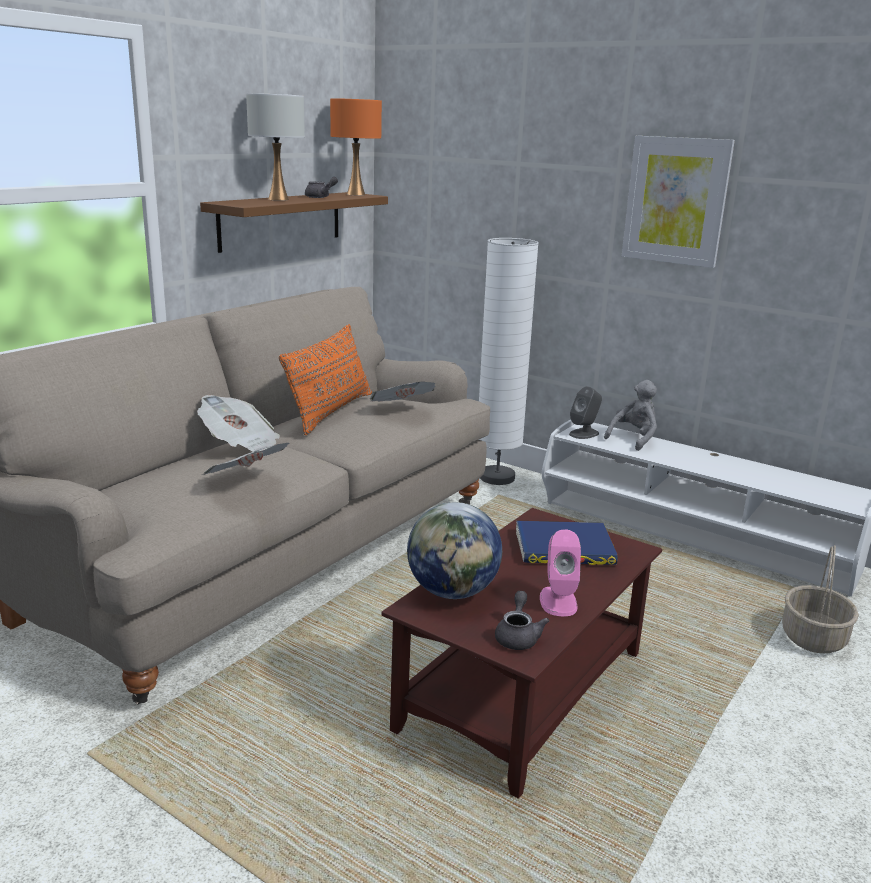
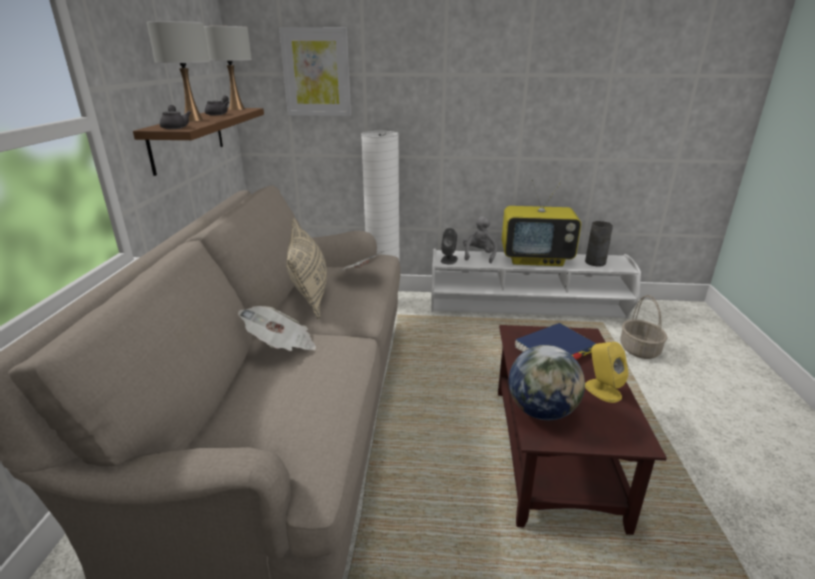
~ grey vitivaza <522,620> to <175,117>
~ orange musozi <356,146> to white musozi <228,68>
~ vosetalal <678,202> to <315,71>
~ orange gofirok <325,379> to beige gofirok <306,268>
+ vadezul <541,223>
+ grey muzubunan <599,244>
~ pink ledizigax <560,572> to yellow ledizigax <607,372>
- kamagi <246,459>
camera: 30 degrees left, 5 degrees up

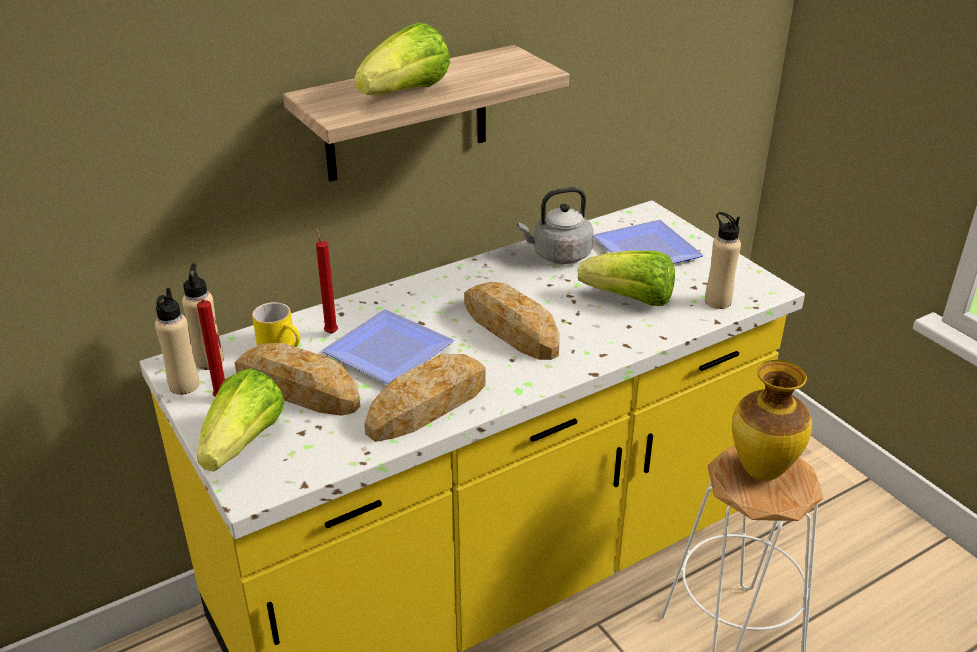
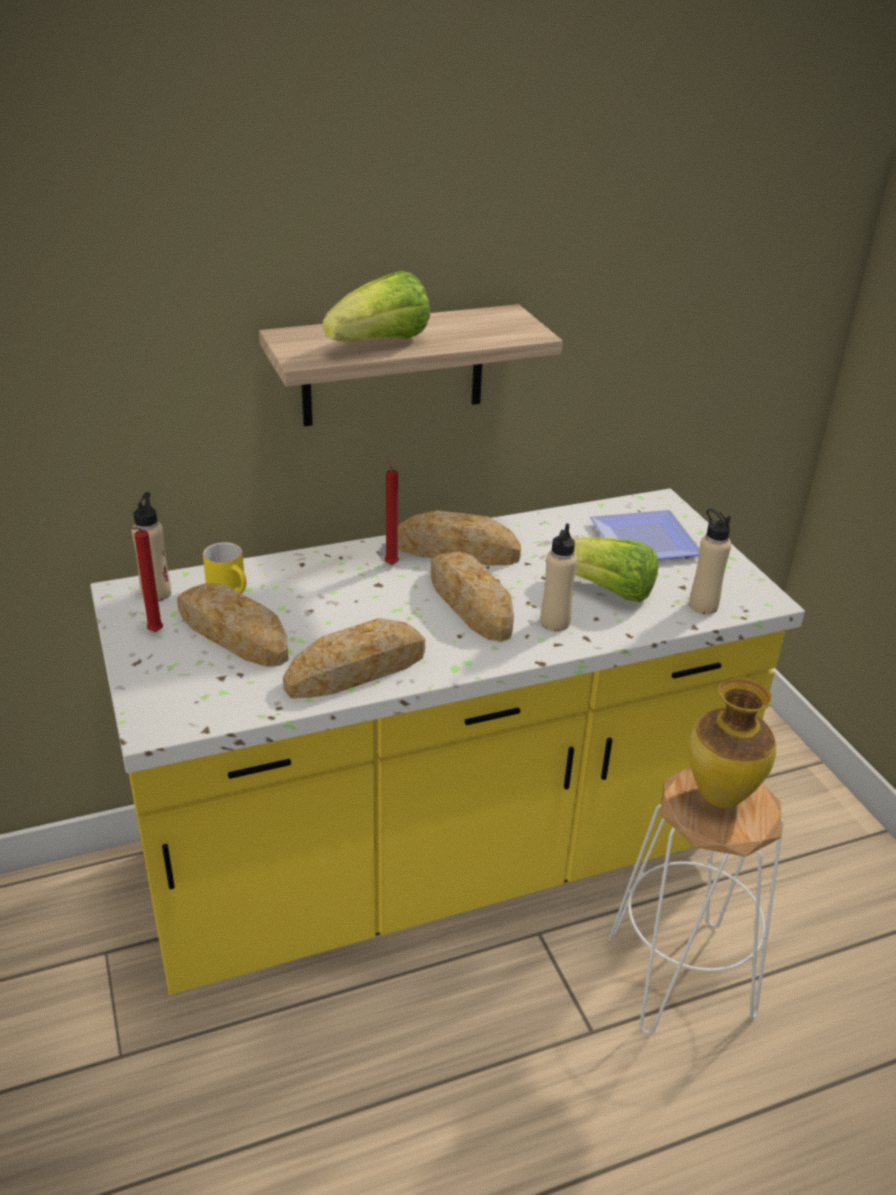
~ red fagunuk <326,281> to <392,510>
+ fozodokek <459,538>
~ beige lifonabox <177,341> to <558,577>
- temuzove <241,420>
- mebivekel <388,346>
- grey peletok <555,225>
camera: 10 degrees right, 0 degrees up

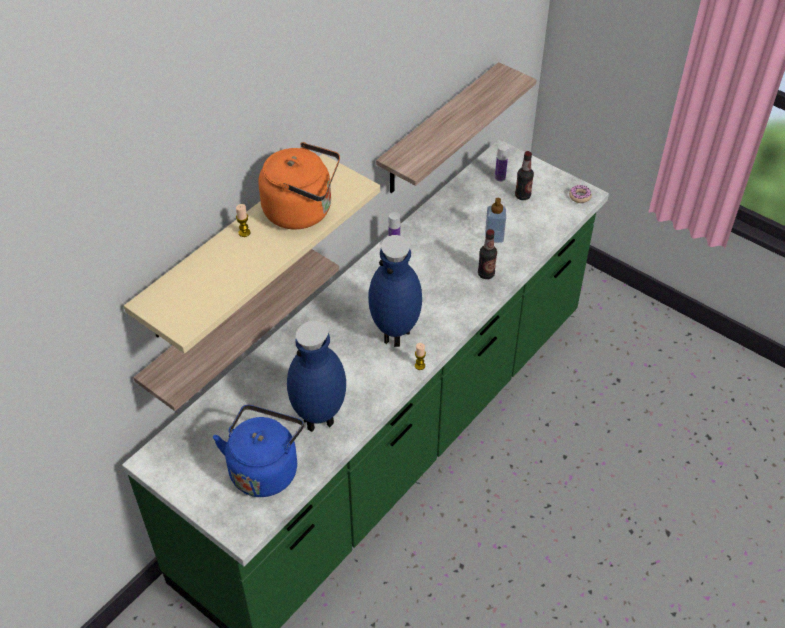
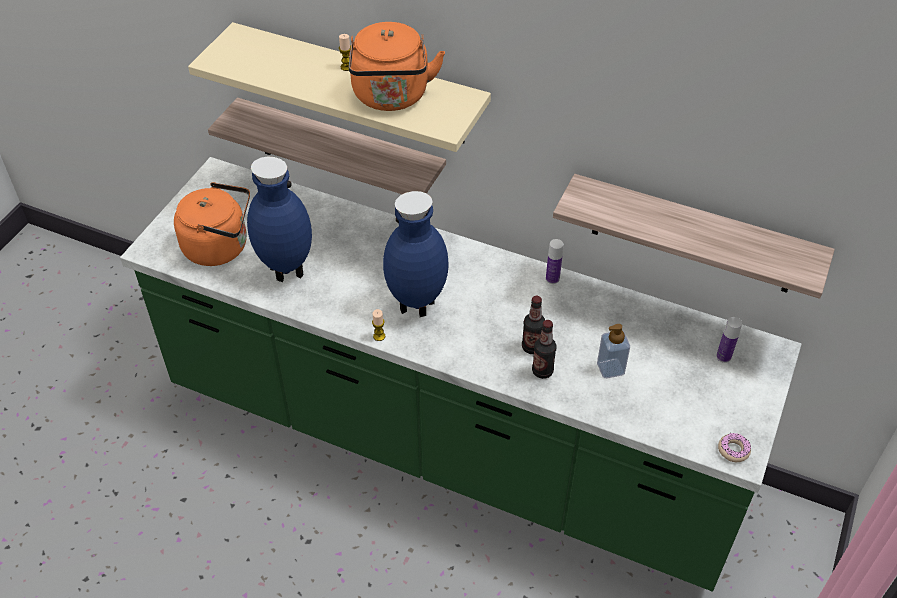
~ blue peletok <258,451> to orange peletok <212,224>
~ lifonabox <524,175> to <533,325>
camera: 75 degrees right, 0 degrees up

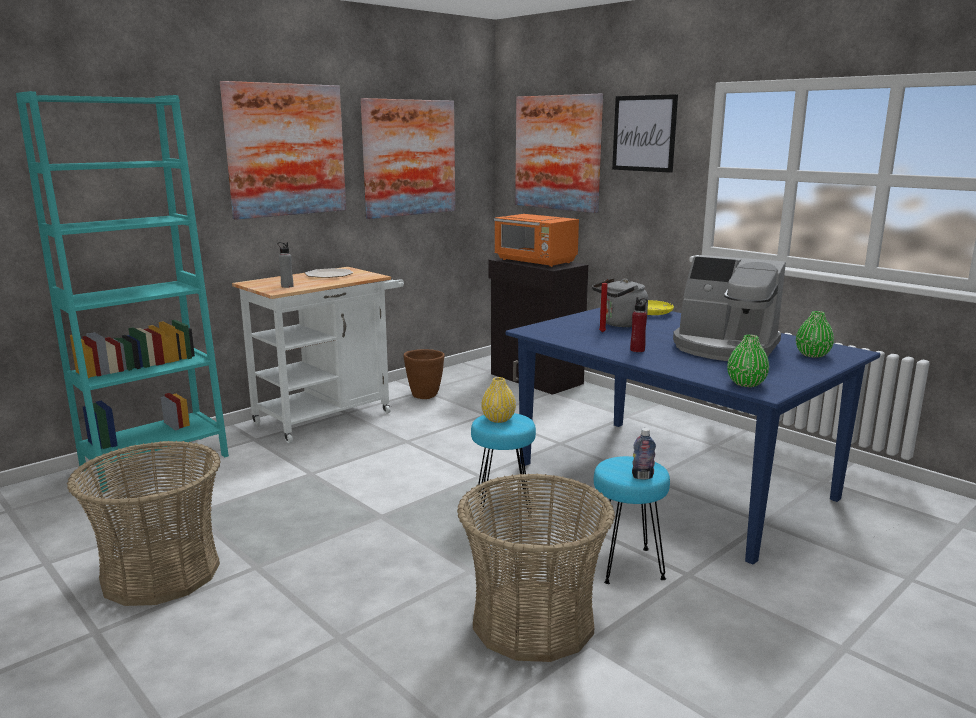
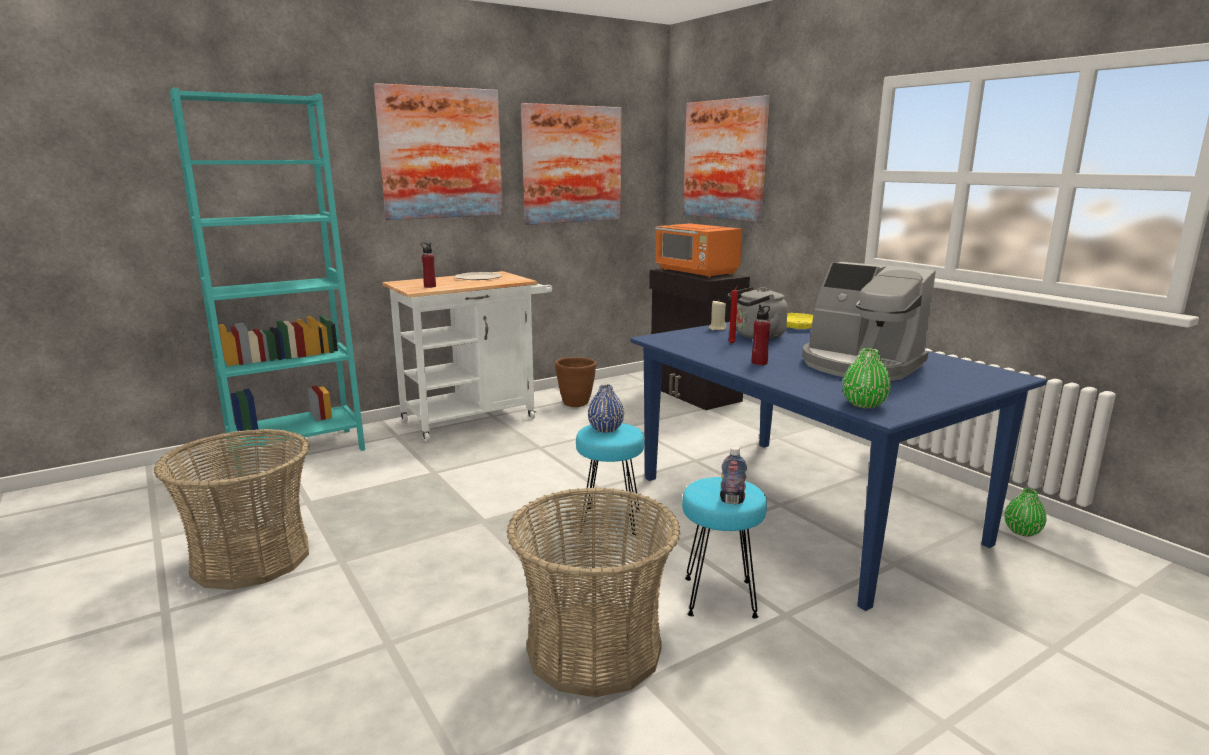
~ grey lifonabox <285,265> to red lifonabox <428,265>
~ yellow muzubunan <498,400> to blue muzubunan <606,408>
+ beige fagunuk <717,315>
~ green muzubunan <815,334> to <1025,512>
- vosetalal <645,133>
camera: 10 degrees right, 0 degrees up

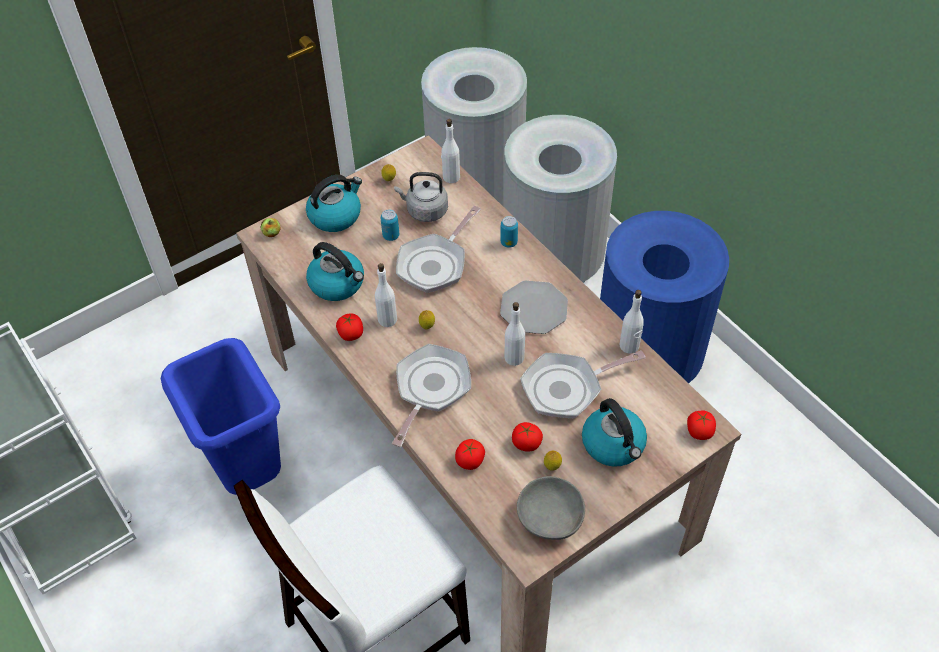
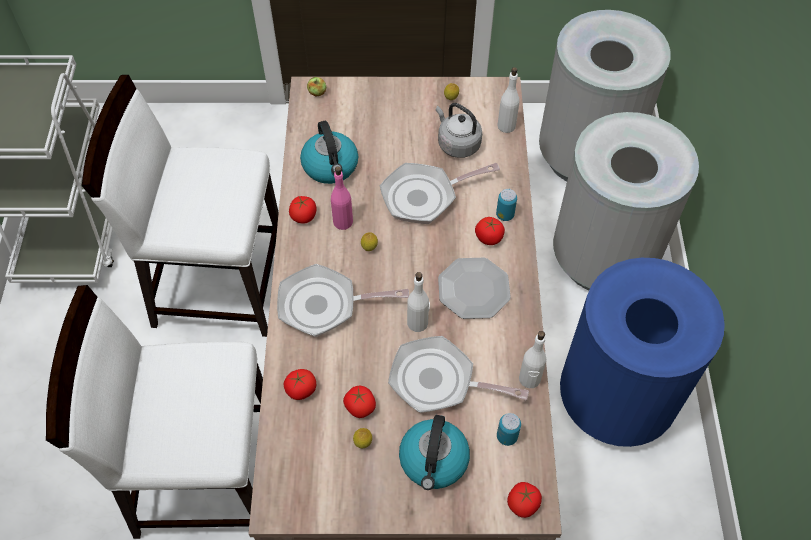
~ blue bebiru <221,416> to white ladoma <180,206>
~ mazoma <431,395> = <343,300> 150 degrees counterclockwise
~ white lifonabox <386,295> to pink lifonabox <342,198>
+ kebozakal <490,231>
~ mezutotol <390,225> to <509,429>
- peletok <334,203>
- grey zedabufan <551,508>
camera: 35 degrees right, 5 degrees up

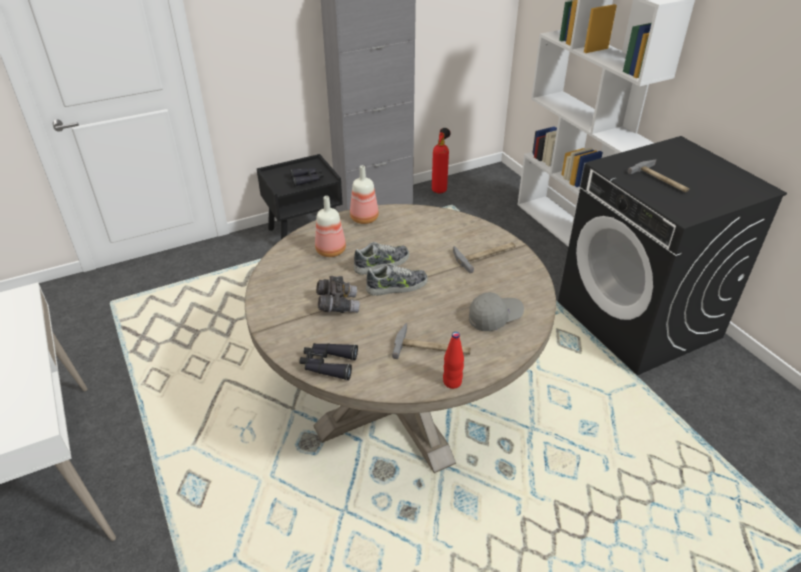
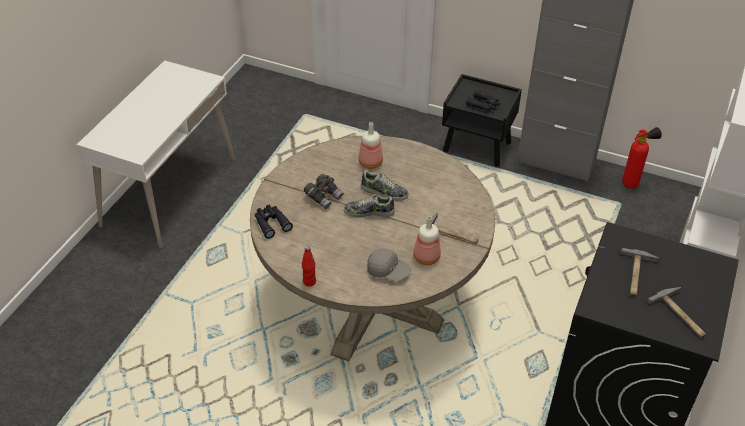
~ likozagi <397,279> = <369,205> 150 degrees clockwise
~ lifonabox <364,194> to <427,240>
~ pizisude <431,341> to <676,312>
camera: 50 degrees right, 5 degrees up

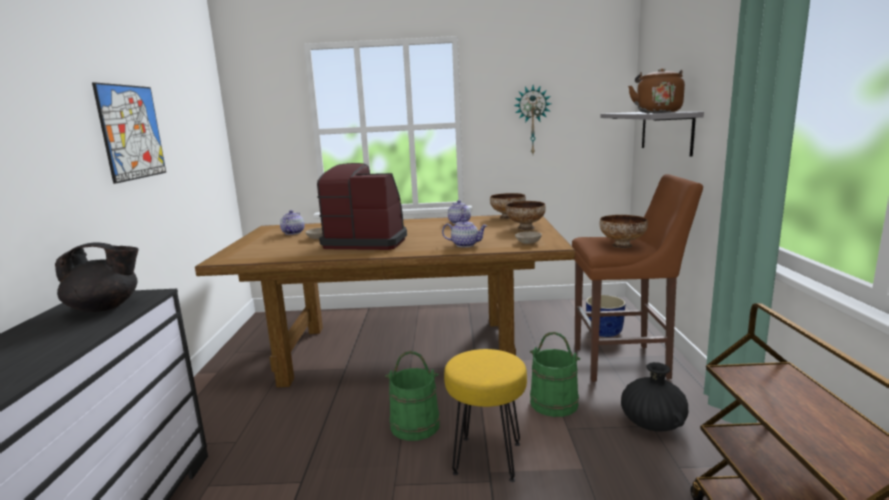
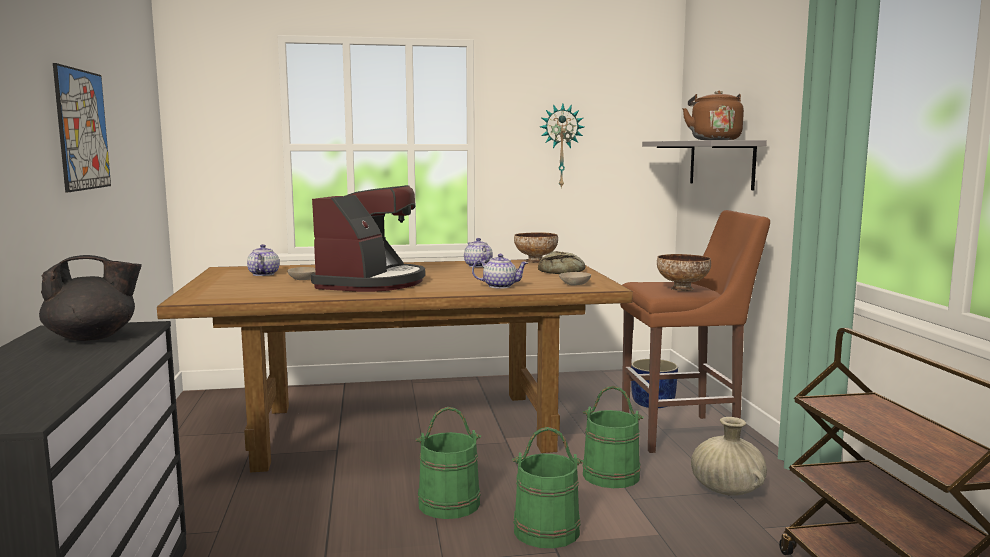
~ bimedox <362,206> = <368,238> 105 degrees clockwise
~ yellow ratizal <485,415> to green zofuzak <547,487>
~ zedabufan <526,215> to fozodokek <561,262>
~ black muzubunan <654,396> to beige muzubunan <729,456>
camera: 10 degrees left, 5 degrees down

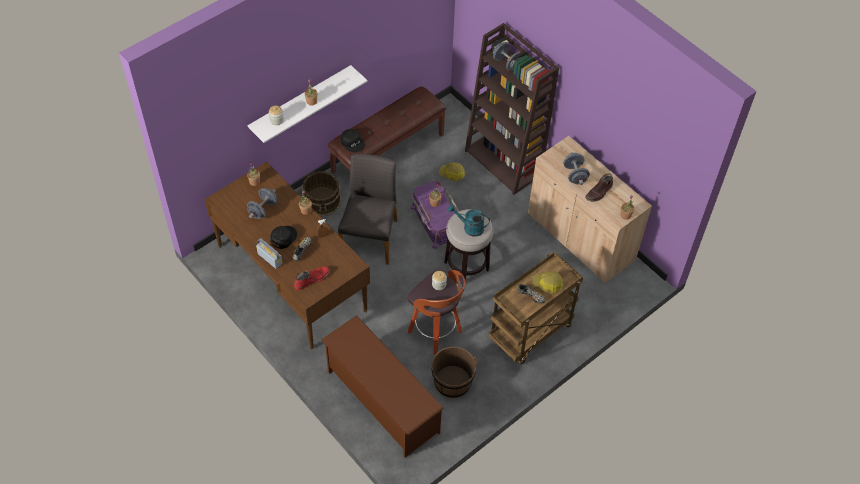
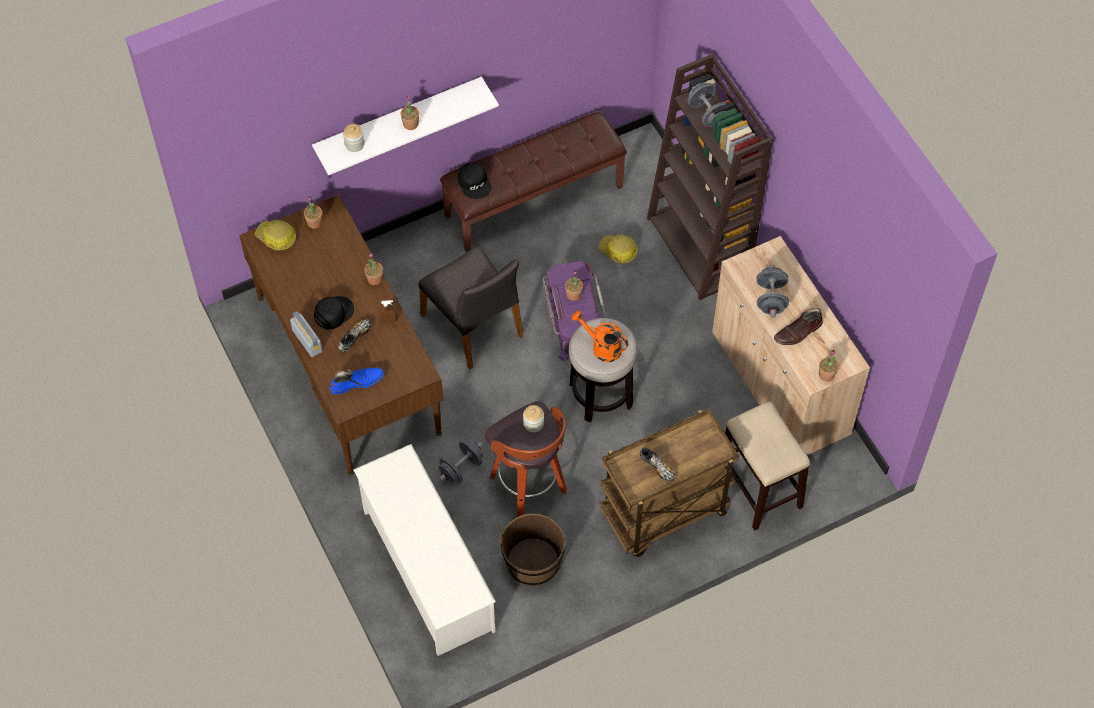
~ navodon <548,282> to <275,235>
~ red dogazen <312,278> to blue dogazen <357,380>
~ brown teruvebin <383,386> to white teruvebin <424,550>
~ grey ladoma <367,209> = <471,307> 120 degrees clockwise
~ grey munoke <262,203> to <460,461>
~ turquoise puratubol <469,220> to orange puratubol <599,336>
+ ratizal <767,466>
- brown zofuzak <321,194>
camera: 15 degrees right, 5 degrees up

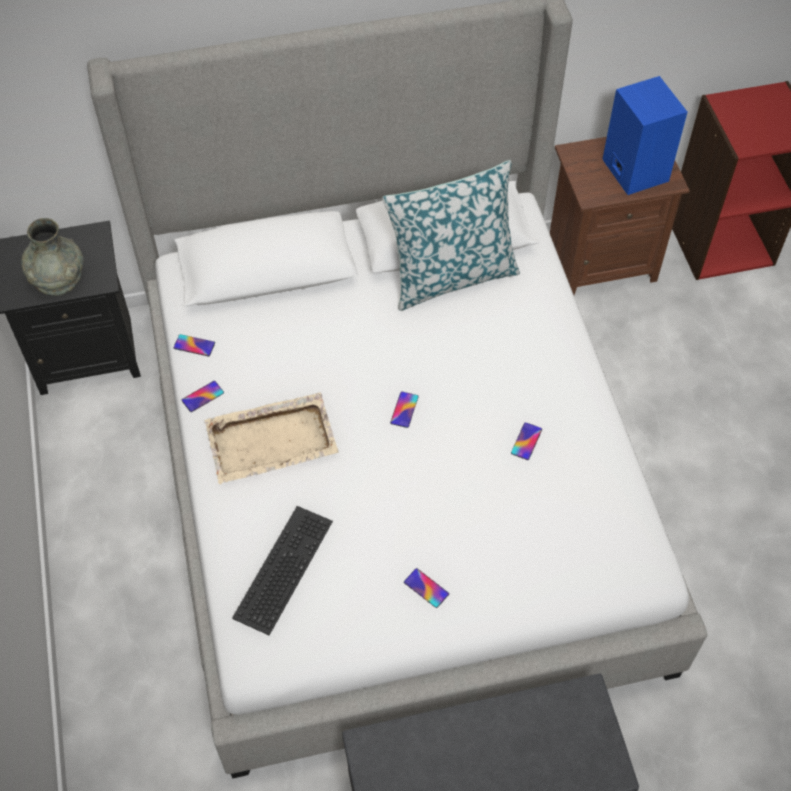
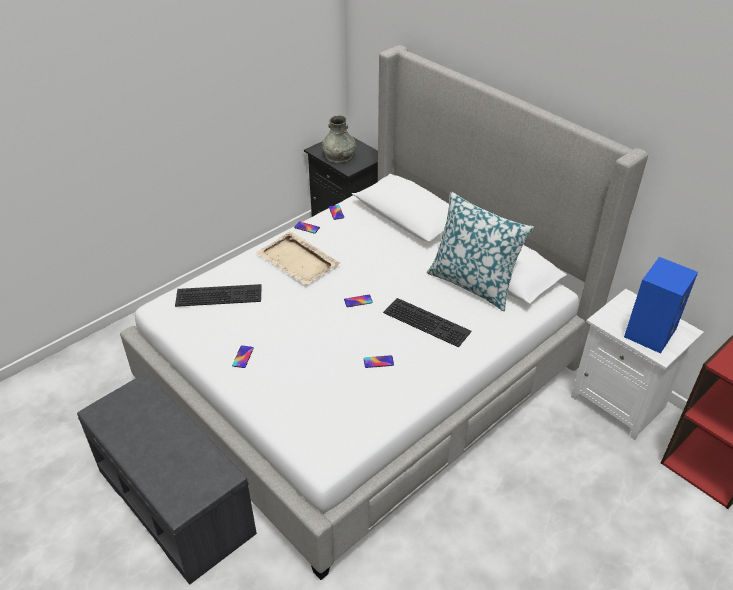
+ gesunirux <427,322>
~ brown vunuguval <620,216> to white vunuguval <637,364>
camera: 60 degrees right, 15 degrees down

